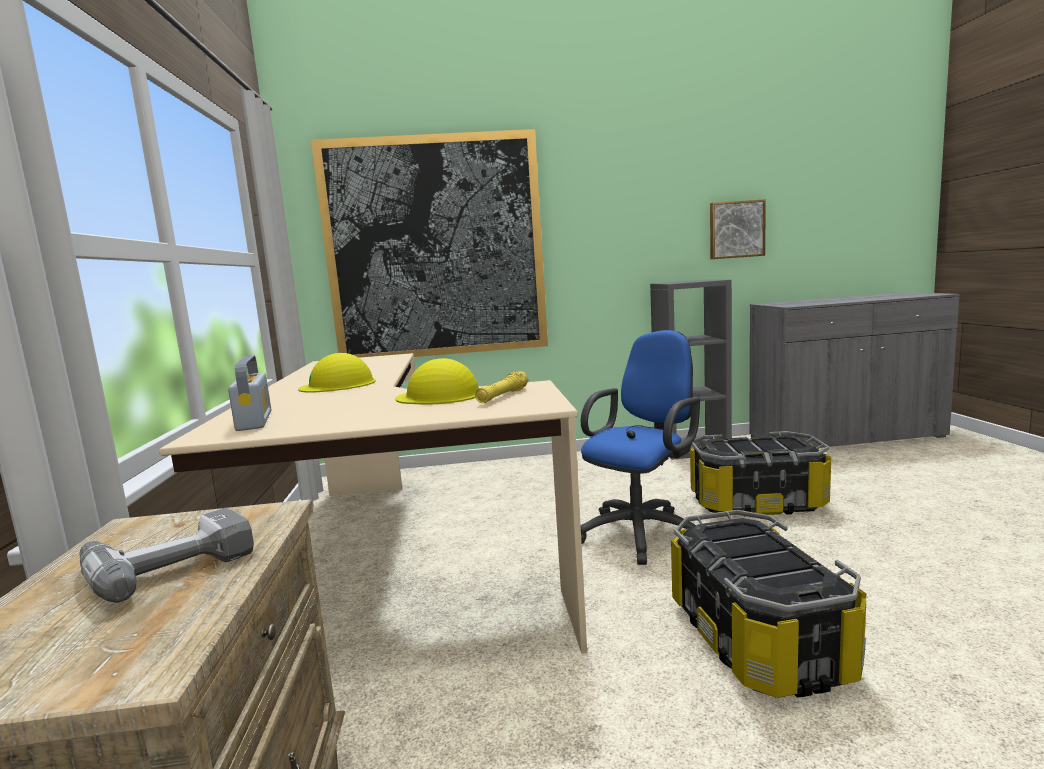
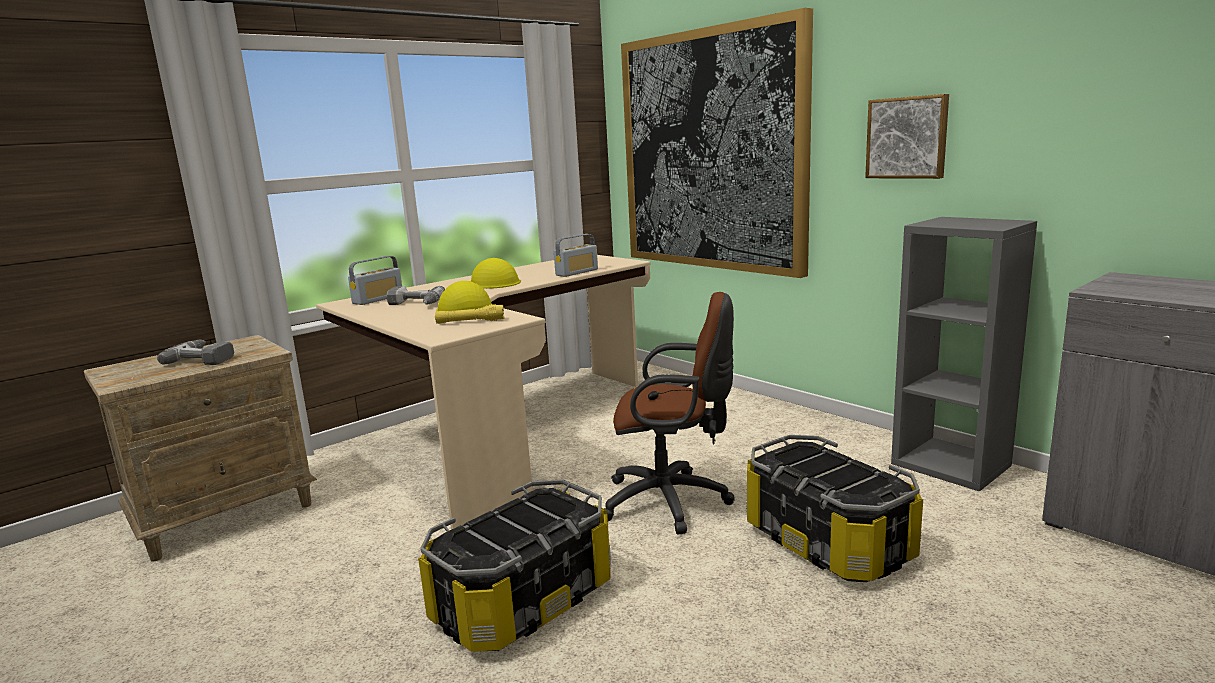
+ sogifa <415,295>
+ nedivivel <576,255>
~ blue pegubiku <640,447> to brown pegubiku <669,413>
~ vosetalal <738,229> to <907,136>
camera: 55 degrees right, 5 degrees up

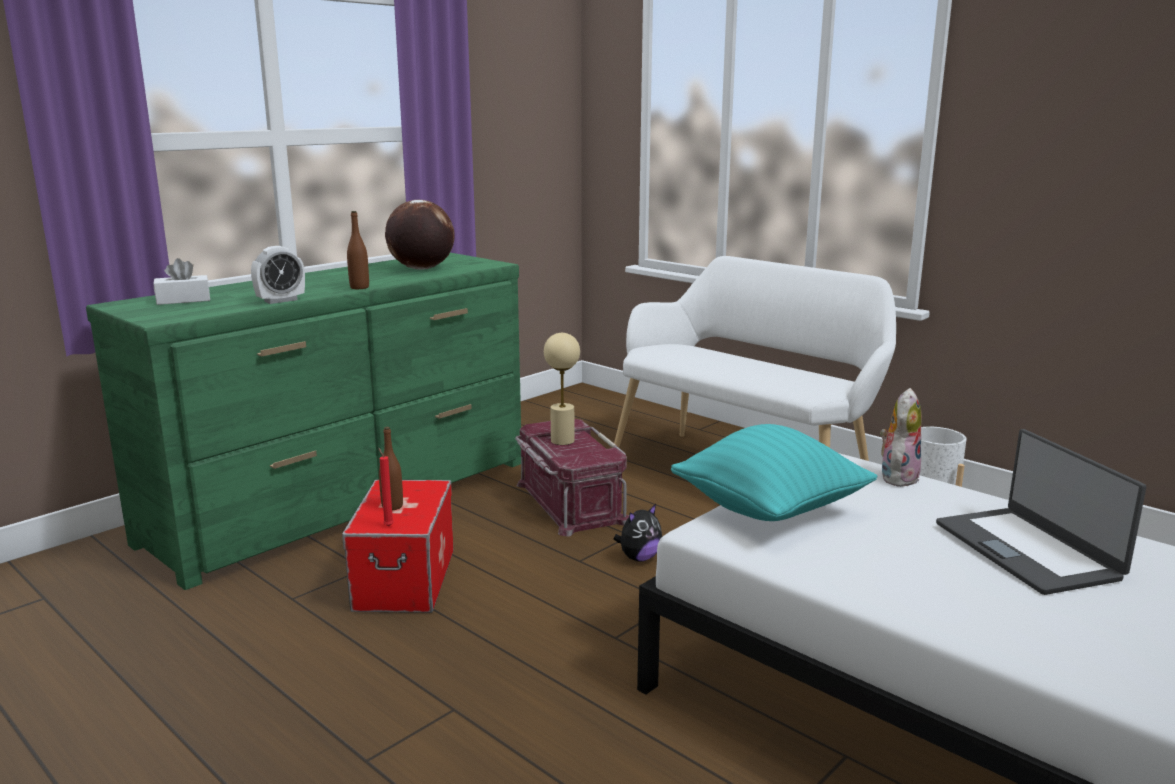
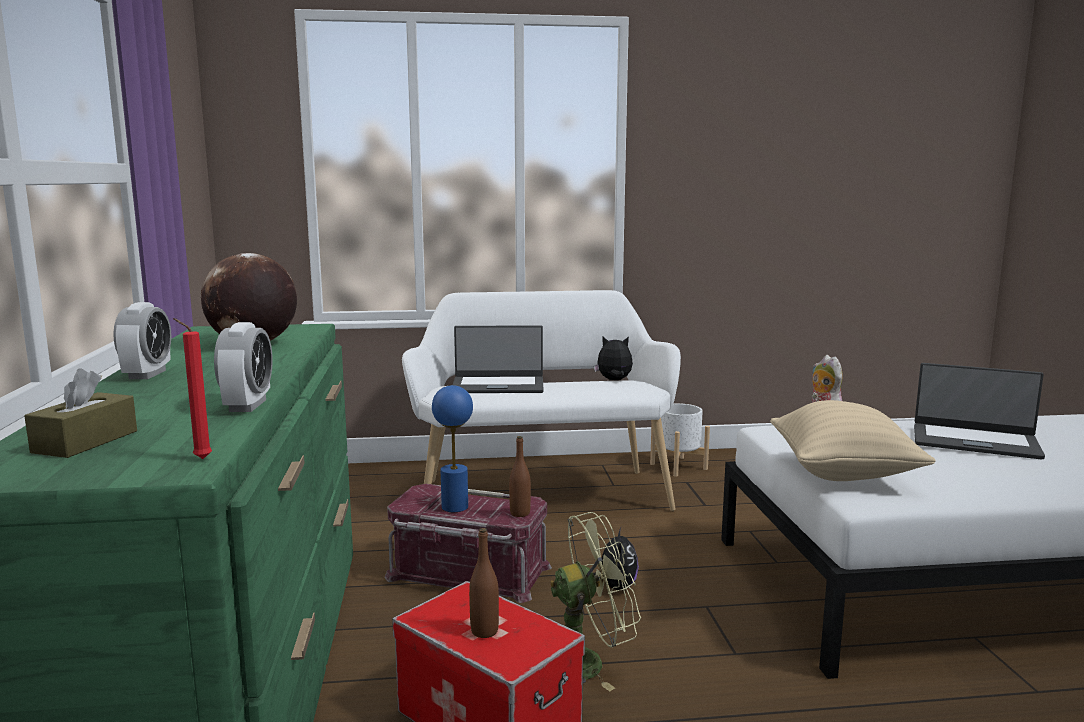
~ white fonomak <182,281> to brown fonomak <81,413>
+ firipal <142,340>
~ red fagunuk <386,487> to <192,388>
~ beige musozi <562,389> to blue musozi <452,448>
+ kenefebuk <498,359>
~ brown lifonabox <358,250> to <520,476>
+ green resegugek <595,601>
+ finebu <613,358>
~ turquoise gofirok <774,472> to beige gofirok <853,440>
camera: 50 degrees left, 5 degrees down

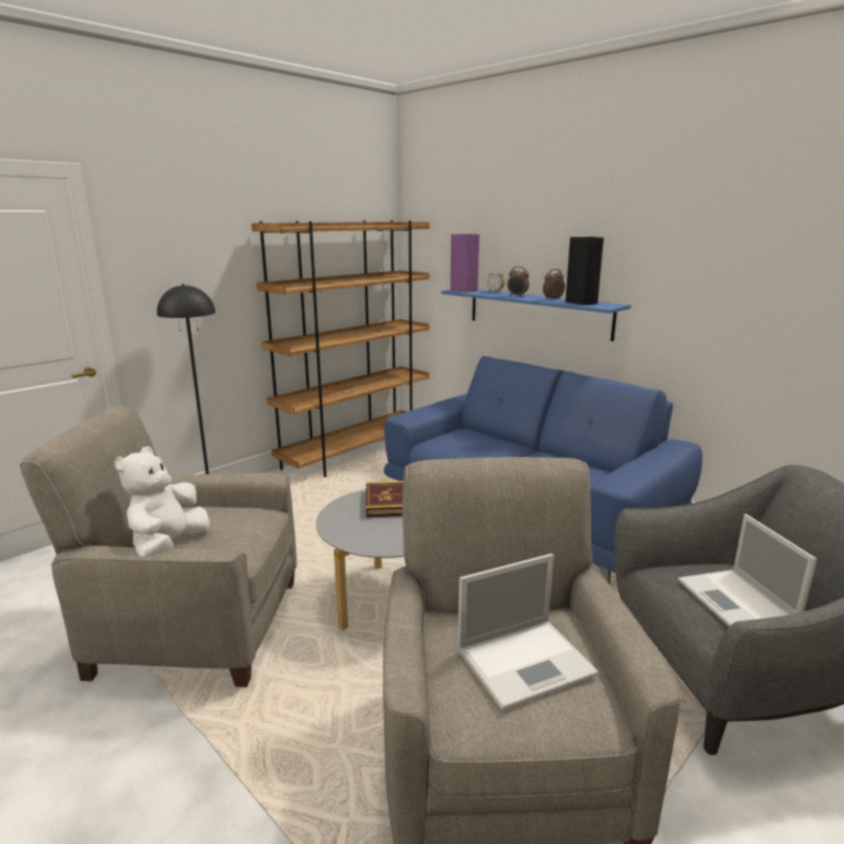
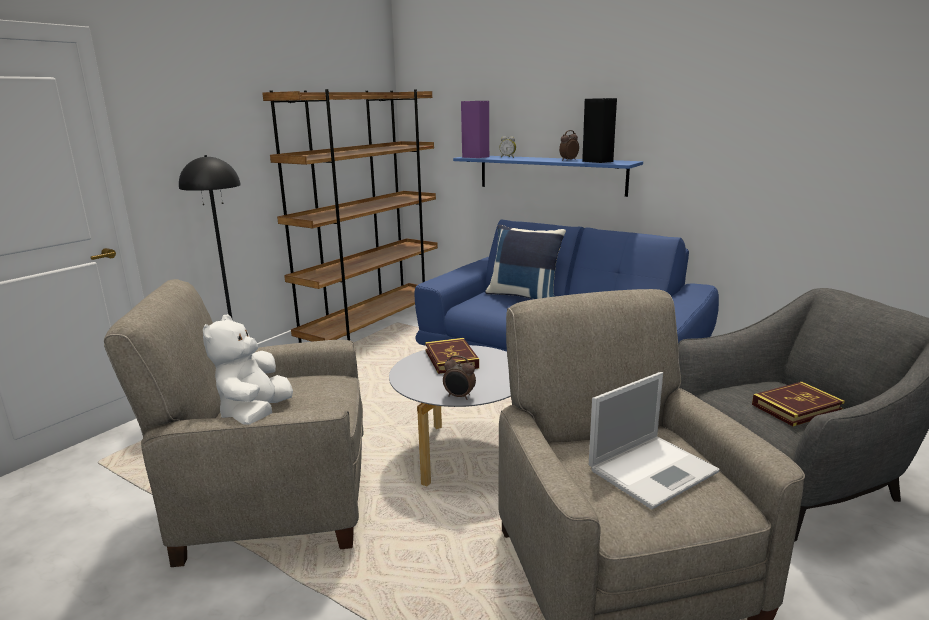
~ firipal <518,281> to <459,377>
+ blue gofirok <525,261>
~ kenefebuk <747,570> to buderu <798,404>
camera: 10 degrees left, 0 degrees up

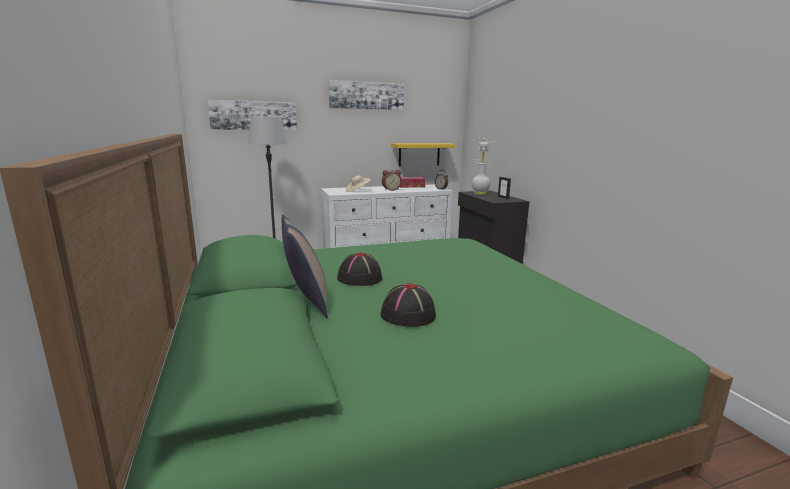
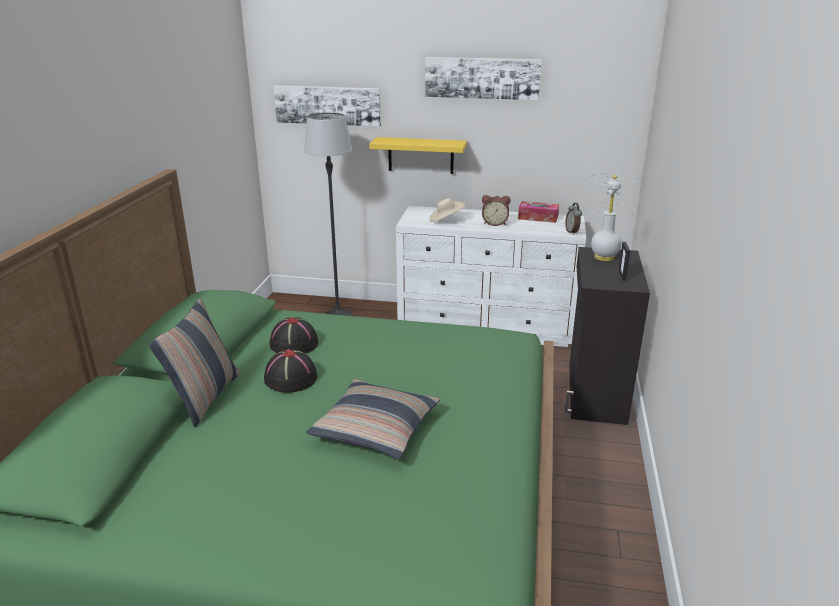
~ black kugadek <408,305> to <294,335>
+ gofirok <373,419>
~ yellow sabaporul <423,154> to <418,155>
camera: 30 degrees right, 10 degrees up

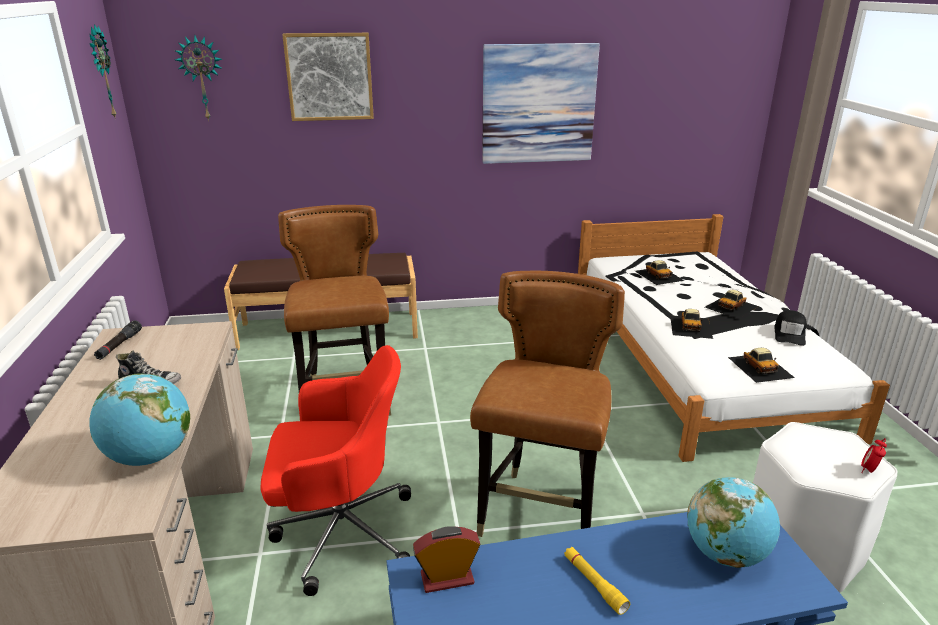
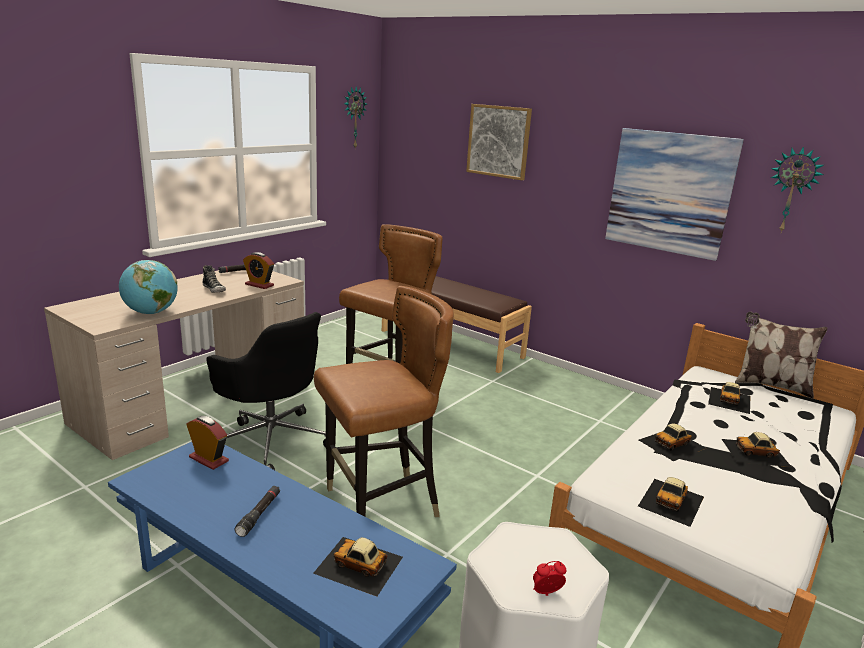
~ red pegubiku <335,470> to black pegubiku <266,391>
~ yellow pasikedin <597,581> to black pasikedin <257,511>
+ firipal <258,270>
~ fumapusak <733,522> to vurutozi <358,567>
+ gofirok <781,355>
~ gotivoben <198,78> to <797,189>
- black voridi <790,328>
camera: 45 degrees right, 5 degrees down

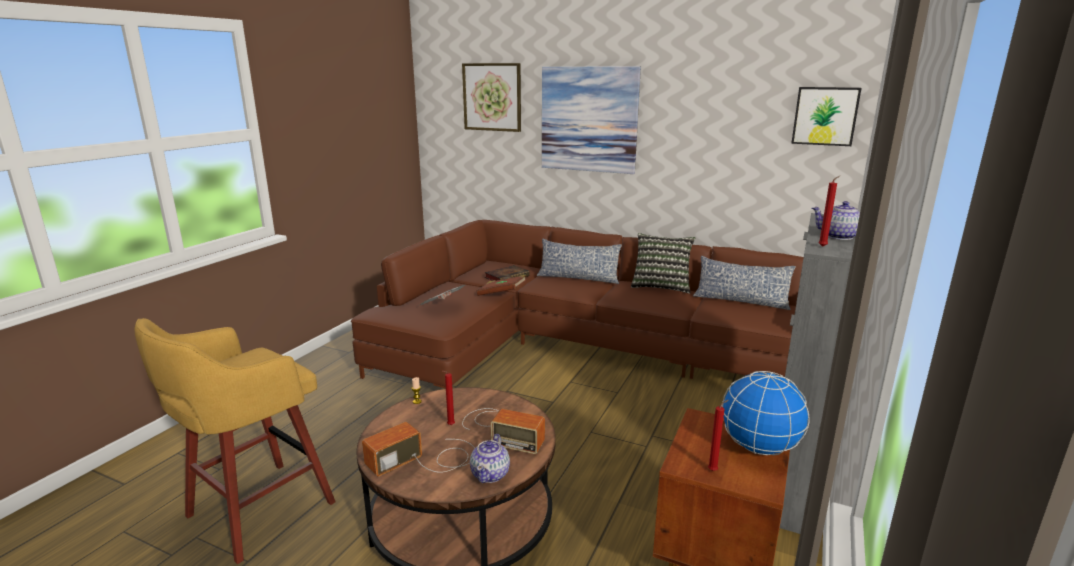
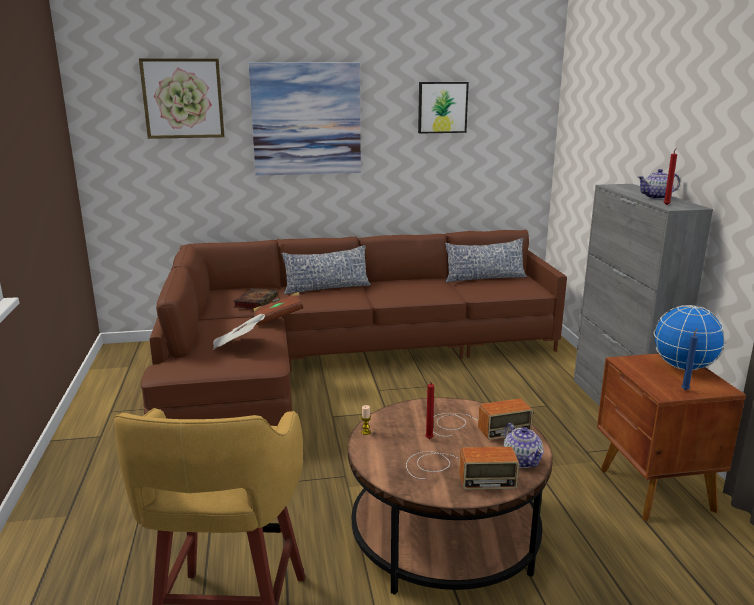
~ nedivivel <418,449> = <462,468> 105 degrees counterclockwise
~ vosetalal <826,116> to <443,108>
~ red fagunuk <718,435> to blue fagunuk <689,359>
- gofirok <663,263>
camera: 35 degrees left, 0 degrees up

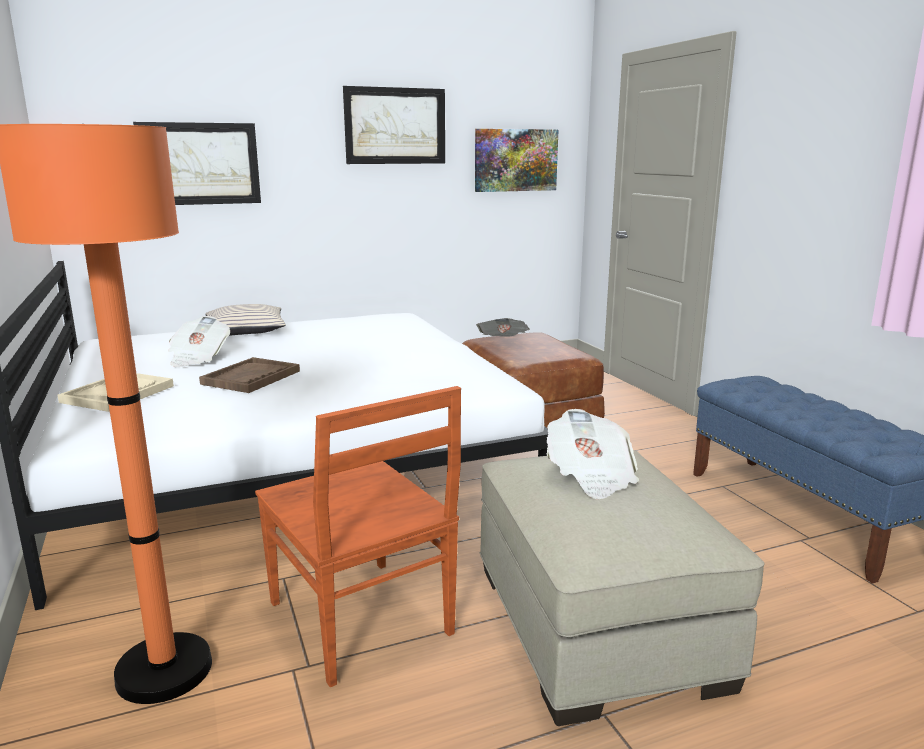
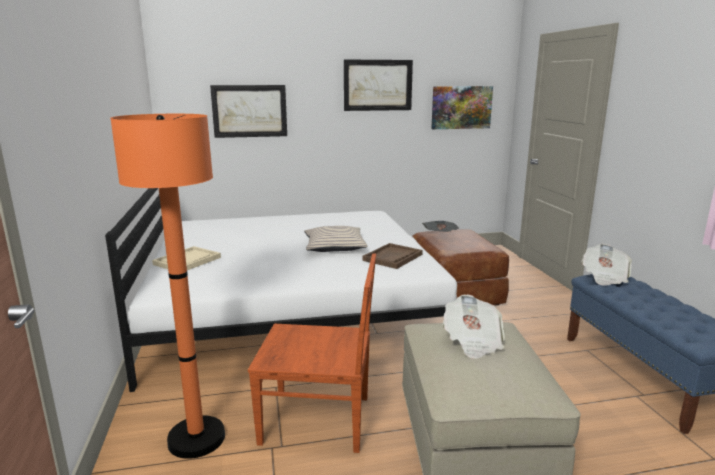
~ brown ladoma <358,536> = <312,353> 60 degrees counterclockwise
~ beige gofirok <245,319> to <336,239>
~ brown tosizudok <249,375> to <392,256>
~ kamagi <199,341> to <607,265>
camera: 10 degrees right, 0 degrees up

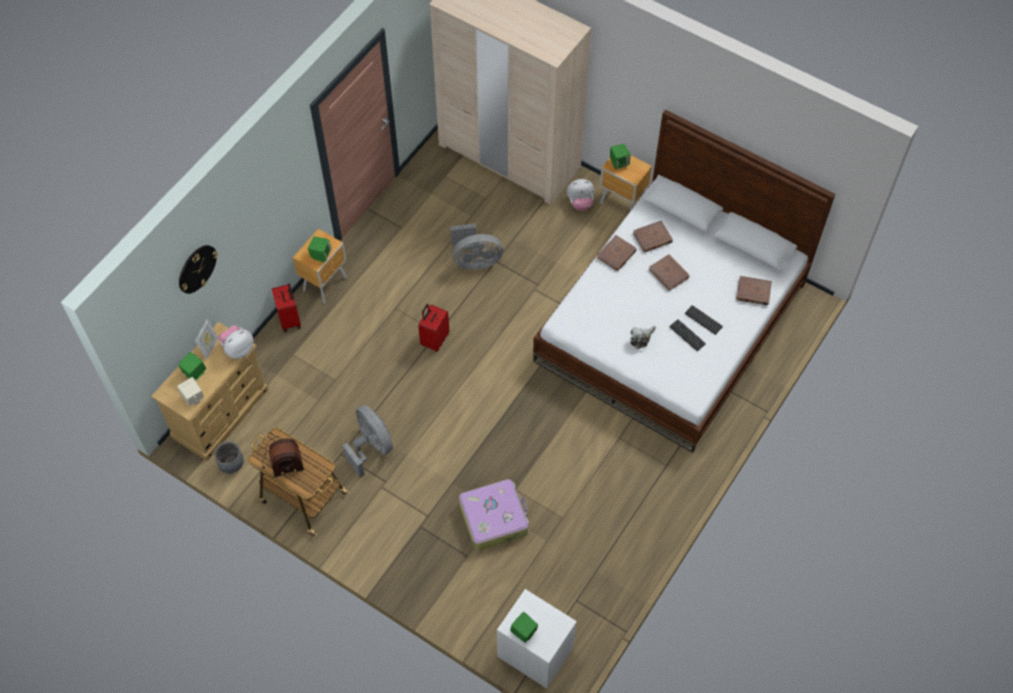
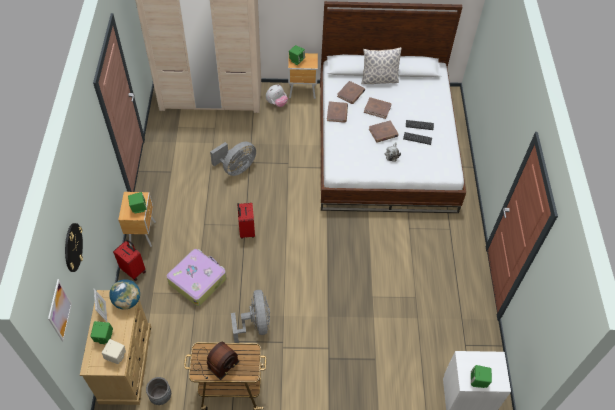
+ vosetalal <60,310>
~ finebu <236,342> to fumapusak <124,294>
~ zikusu <494,514> to <196,277>
~ grey resegugek <368,441> = <250,316> 60 degrees clockwise
+ gofirok <381,65>
~ brown buderu <754,290> to <384,131>
camera: 35 degrees left, 5 degrees down

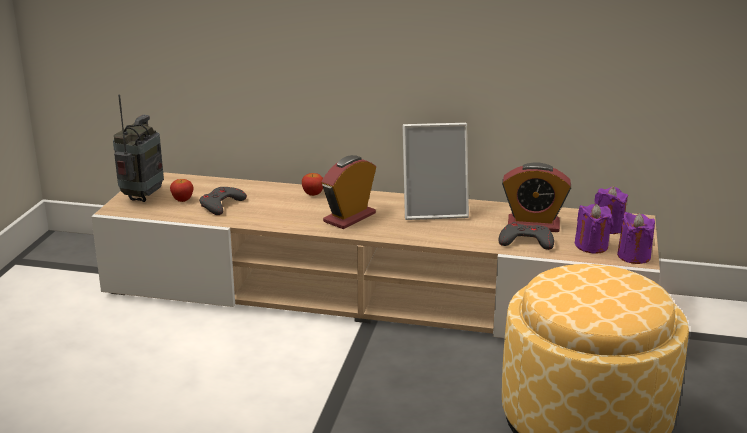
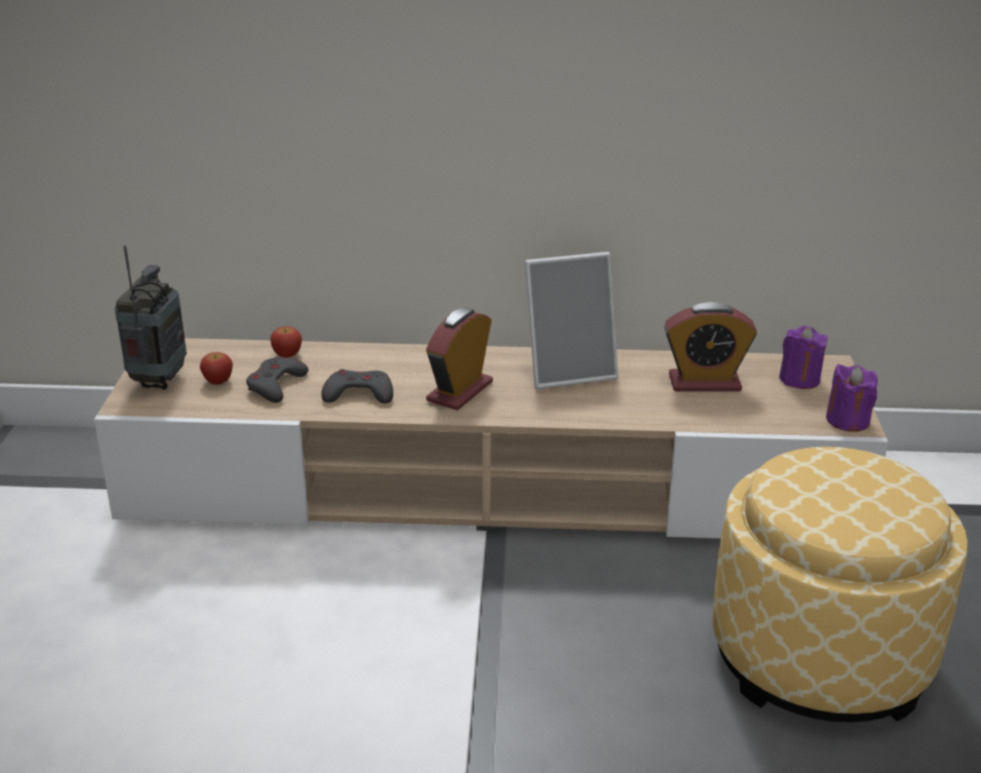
~ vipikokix <312,184> to <286,342>
~ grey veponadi <526,236> to <357,386>
- purple fagunuk <594,229>
camera: 10 degrees left, 5 degrees up

